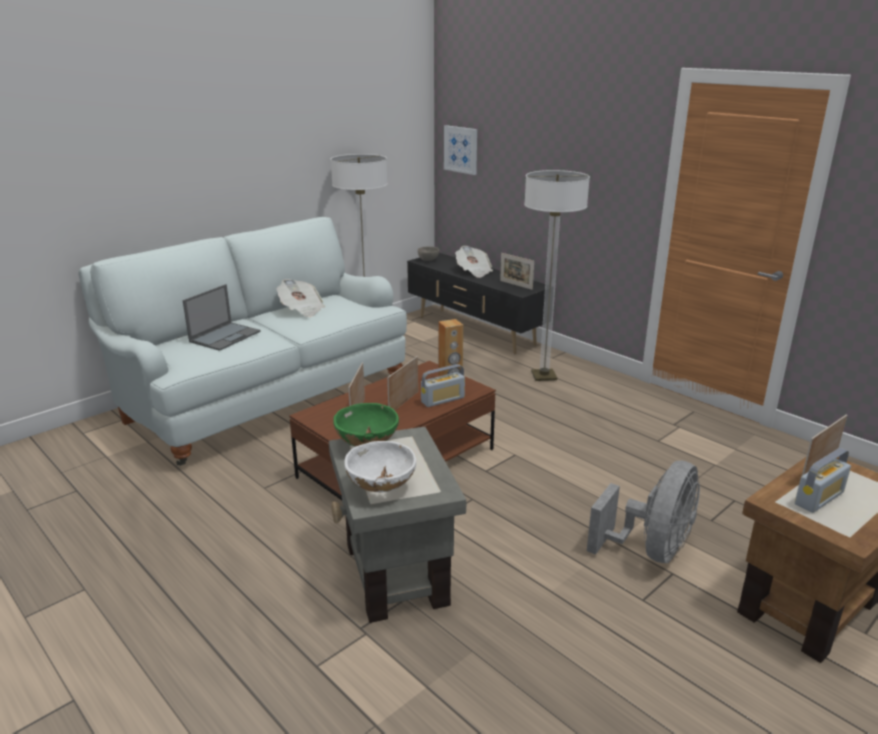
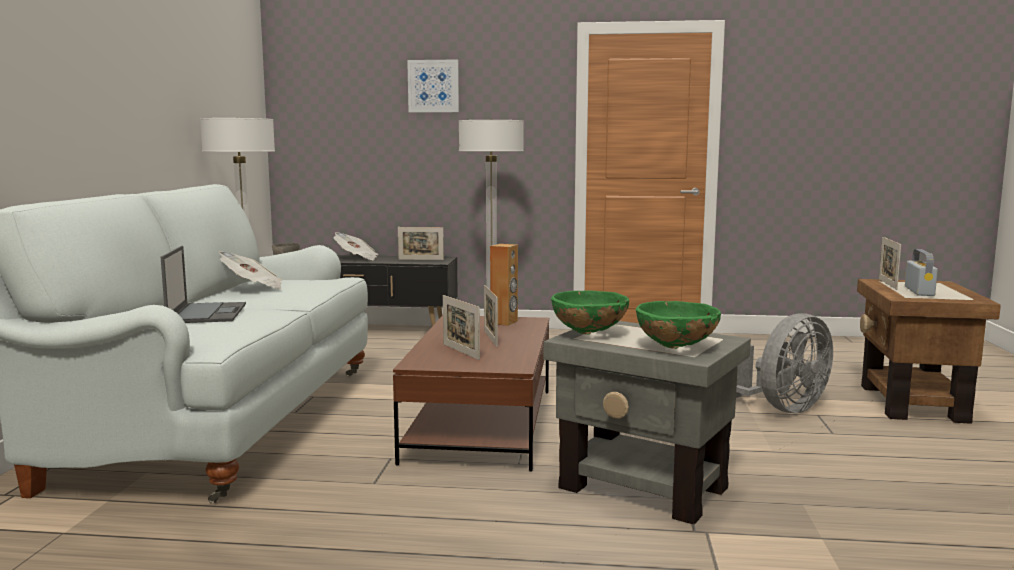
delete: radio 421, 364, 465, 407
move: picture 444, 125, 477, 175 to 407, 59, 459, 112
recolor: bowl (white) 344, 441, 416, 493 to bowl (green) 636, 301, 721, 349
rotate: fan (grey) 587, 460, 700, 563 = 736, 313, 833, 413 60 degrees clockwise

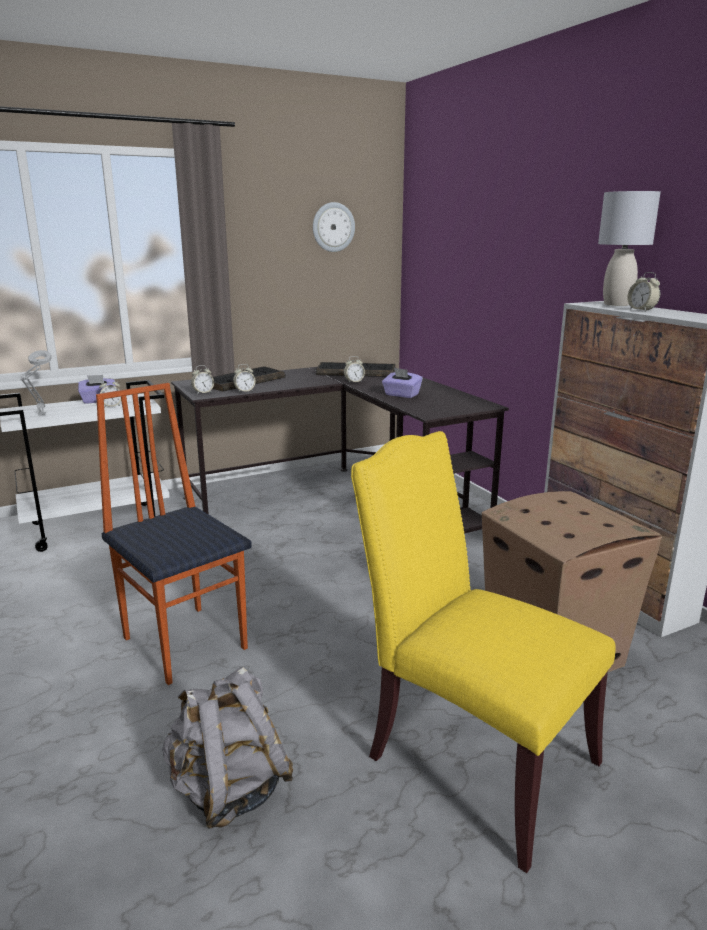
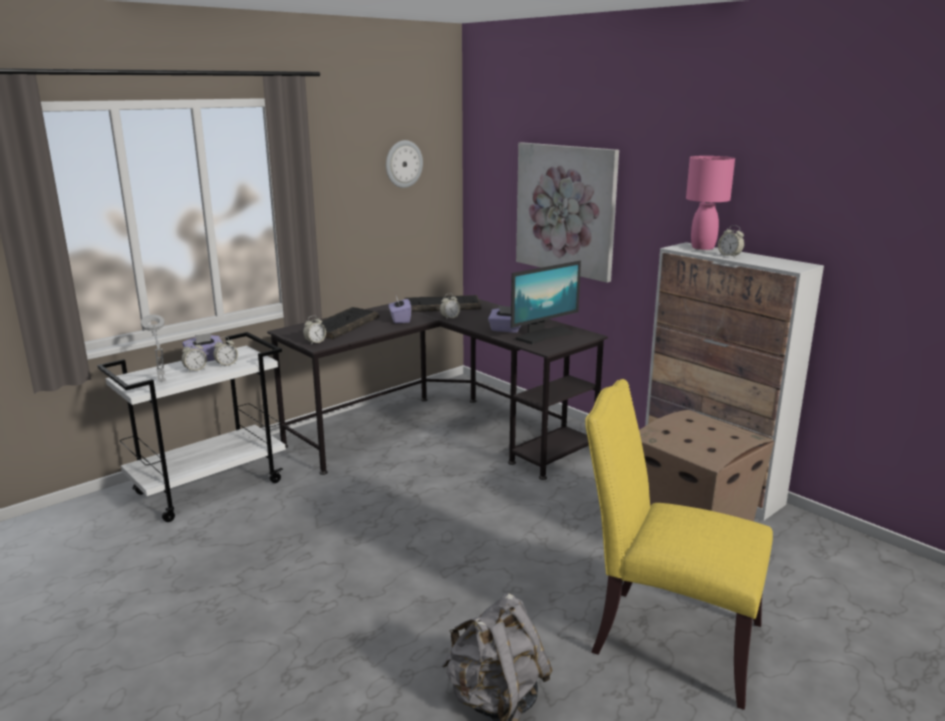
delete: chair 96, 383, 252, 685
insert: tissue box (purple) 389, 296, 411, 323; monitor 511, 261, 581, 345; picture 516, 142, 619, 283
move: alarm clock 233, 364, 256, 392 to 181, 341, 207, 372
recolor: table lamp (grey) 598, 191, 661, 306 to table lamp (pink) 686, 156, 735, 250

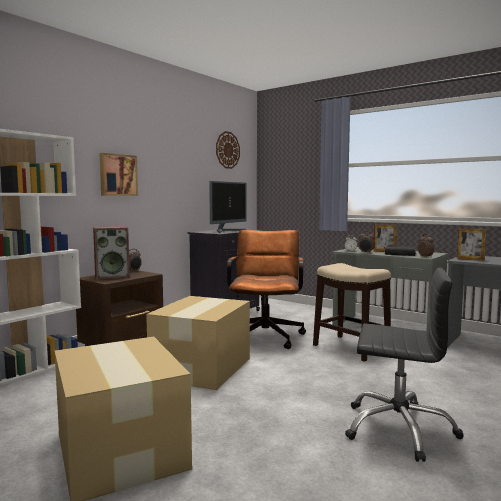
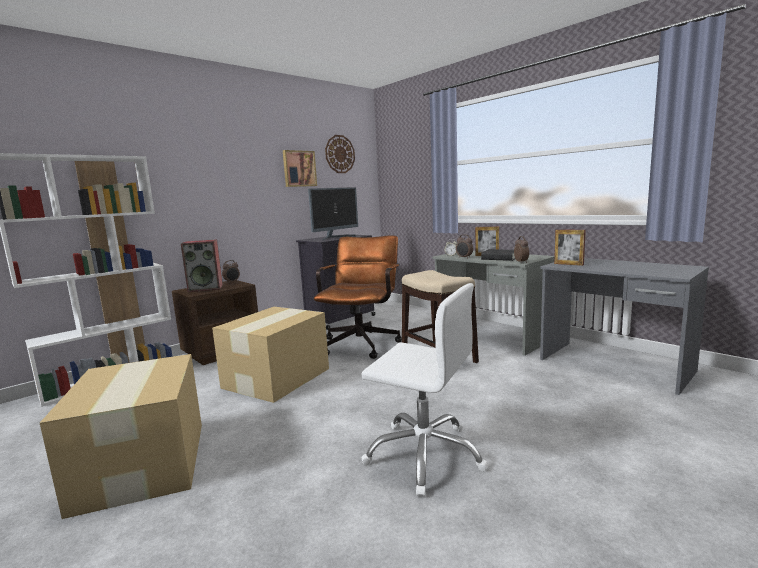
move: picture 99, 153, 138, 196 to 283, 150, 317, 187
recolor: office chair (black) 345, 267, 464, 462 to office chair (white) 361, 283, 488, 497

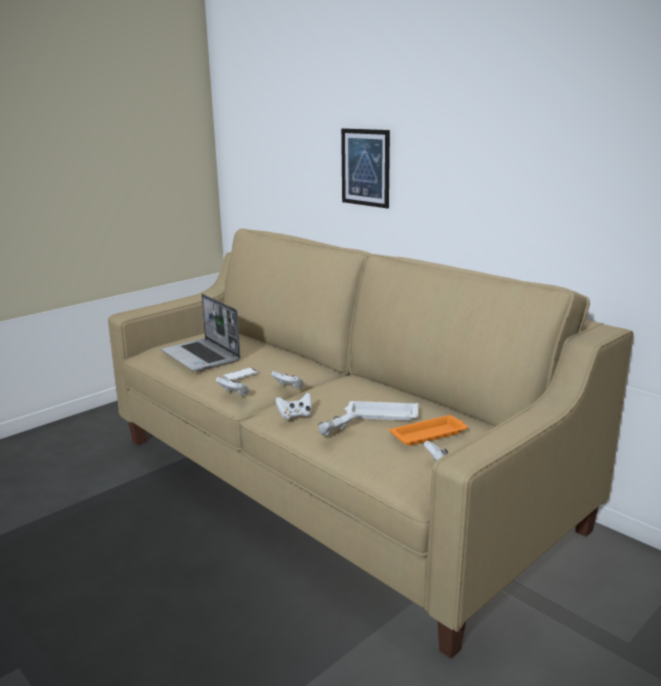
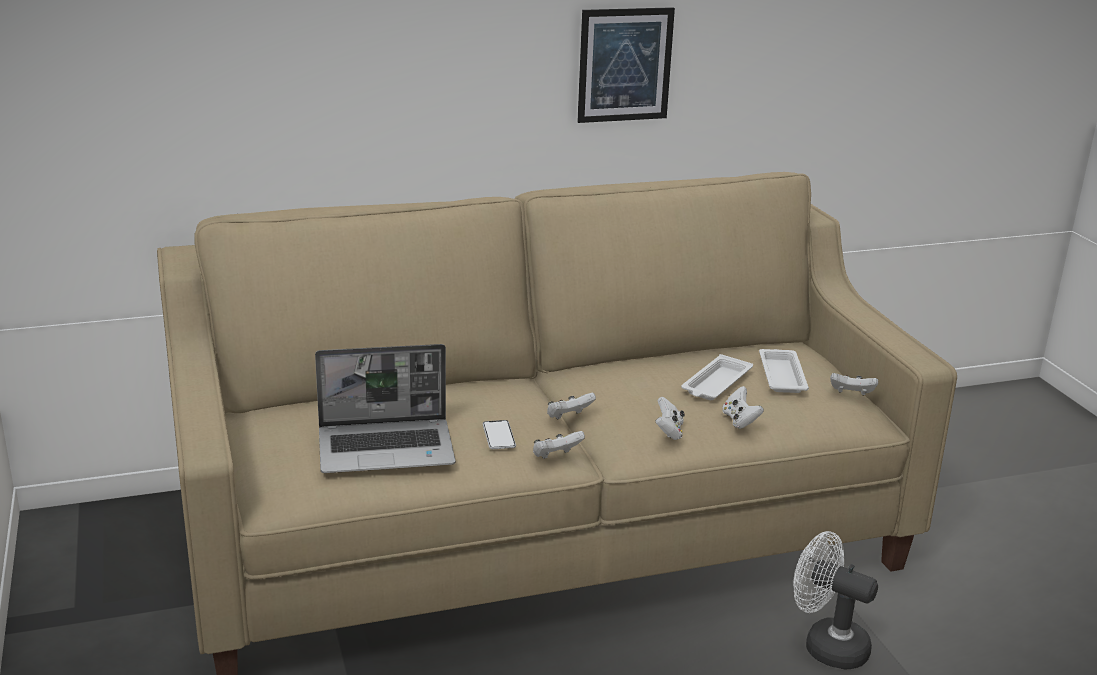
insert: fan (white) 793, 531, 878, 670
move: picture 341, 128, 390, 208 to 577, 7, 675, 123
recolor: tray (orange) 389, 415, 468, 446 to tray (white) 759, 349, 809, 393

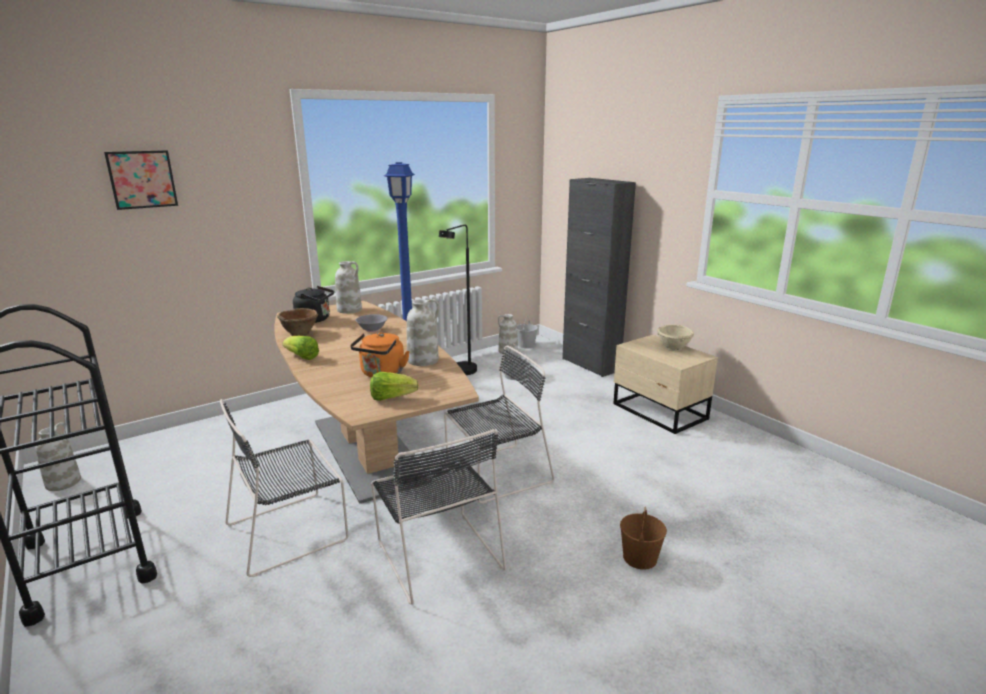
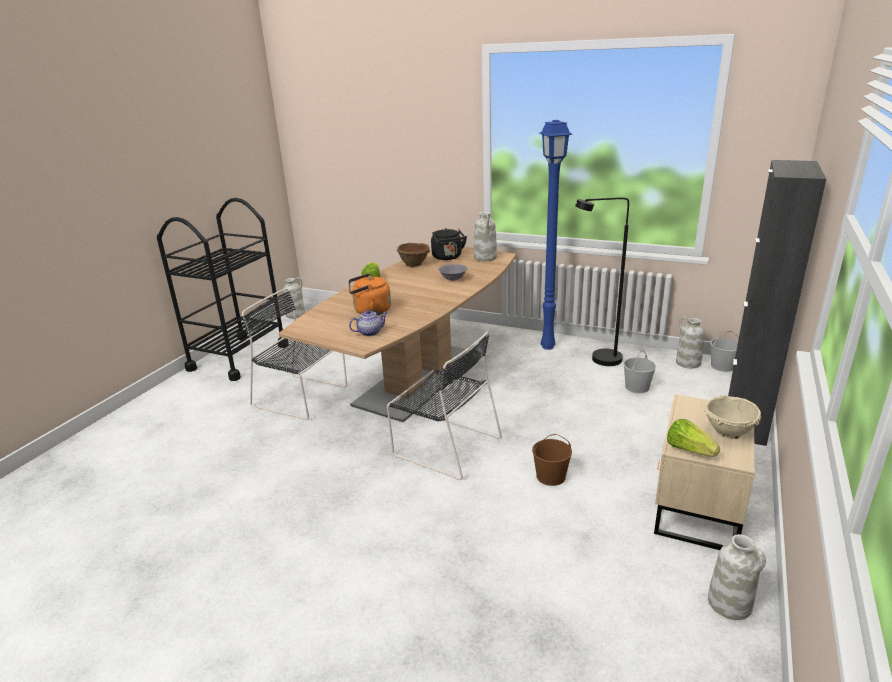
delete: picture 104, 150, 178, 210; chair (black) 371, 429, 506, 605
insert: teapot 349, 310, 388, 336
move: lettuce 370, 372, 419, 401 to 667, 419, 720, 457; vase (white) 407, 299, 439, 366 to 708, 534, 766, 620; bucket (brown) 620, 506, 667, 570 to 532, 434, 572, 486

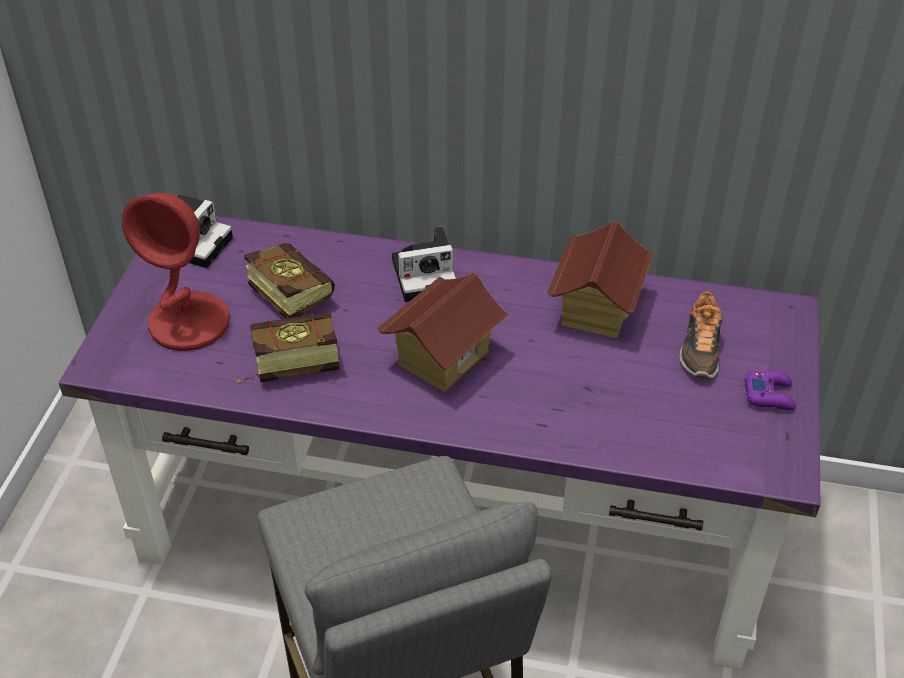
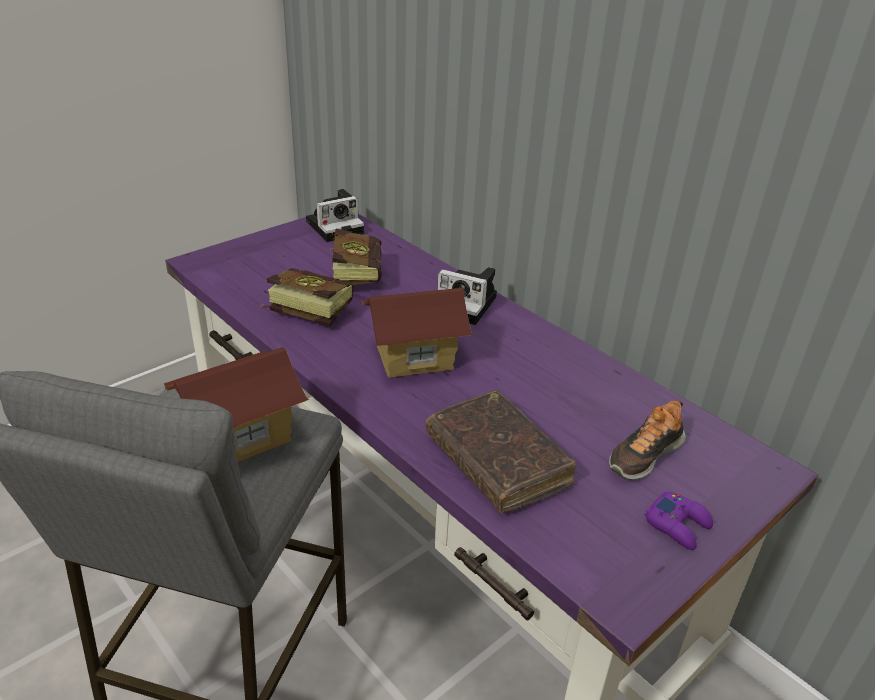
delete: table lamp (red) 122, 193, 230, 351
insert: book (brown) 426, 390, 577, 513
move: toy house 547, 221, 654, 338 to 164, 347, 309, 462

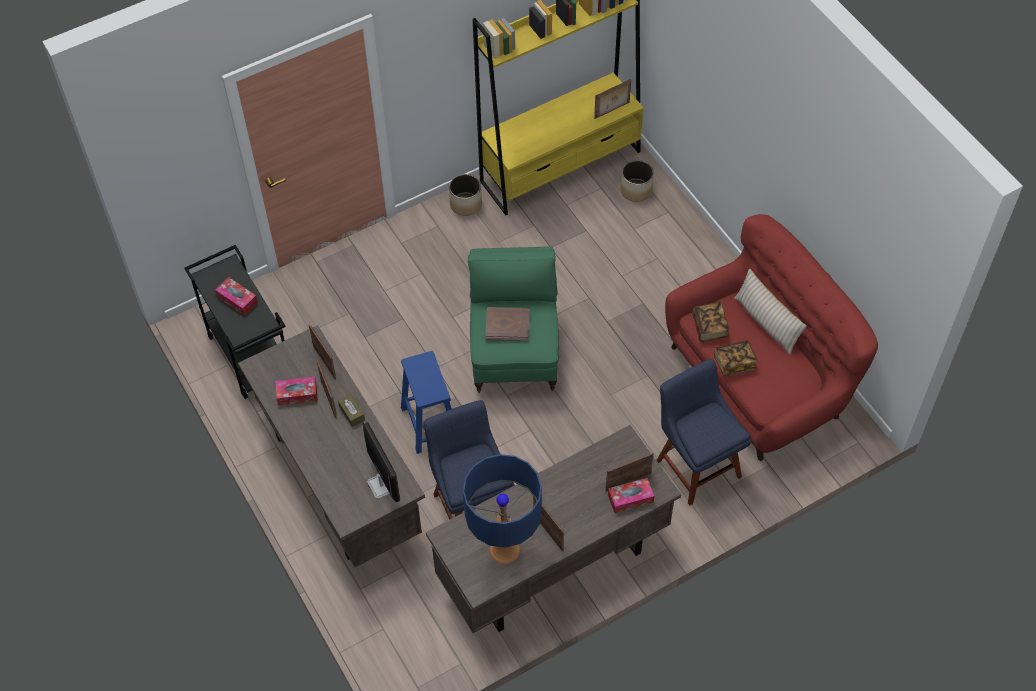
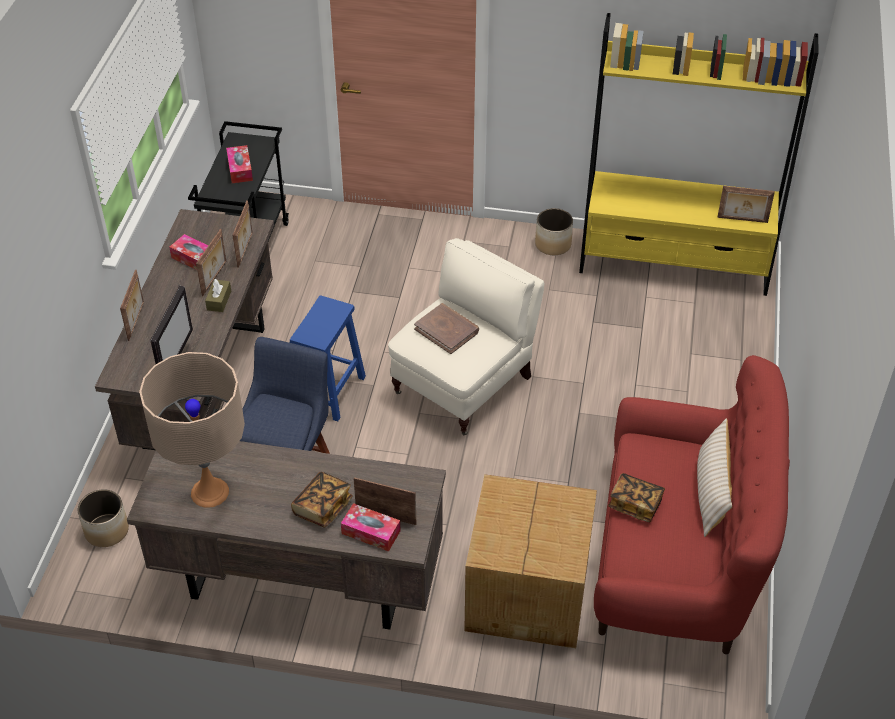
move: picture frame 533, 496, 564, 552 to 120, 269, 144, 341; planter 621, 160, 654, 202 to 78, 489, 129, 547; book 692, 302, 729, 342 to 291, 472, 353, 528
replace: chair (blue) 656, 359, 751, 506 to cardboard box 464, 474, 597, 648
recolor: table lamp (blue) 463, 454, 542, 564 to table lamp (beige) 139, 352, 245, 508; armchair (green) 468, 247, 559, 393 to armchair (beige) 388, 238, 544, 435

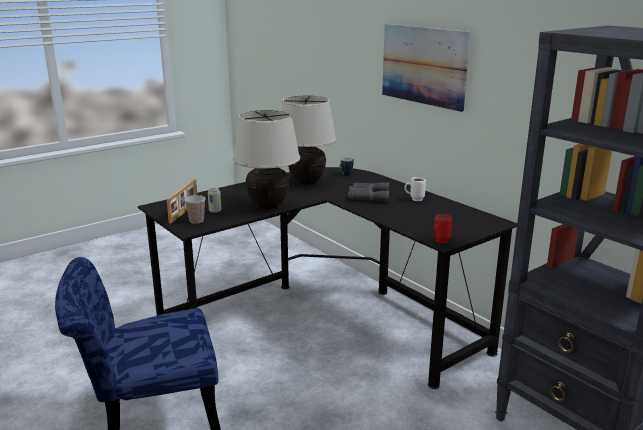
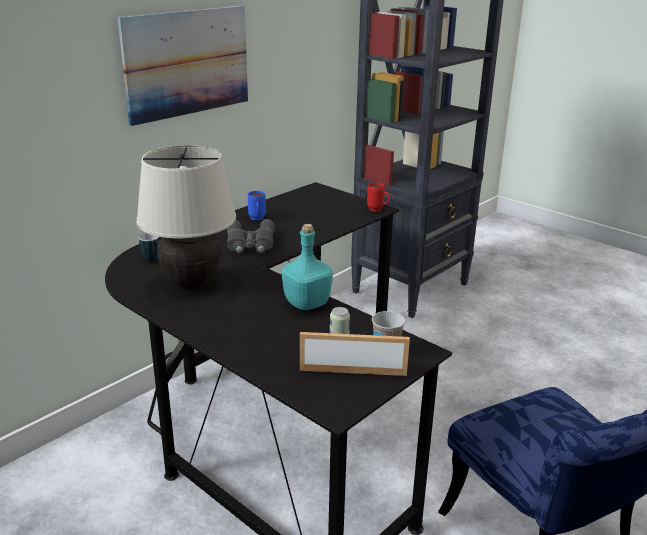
replace: table lamp (beige) 233, 110, 300, 210 to bottle (turquoise) 282, 224, 333, 310
recolor: mug (white) 405, 177, 426, 201 to mug (blue) 248, 191, 266, 221

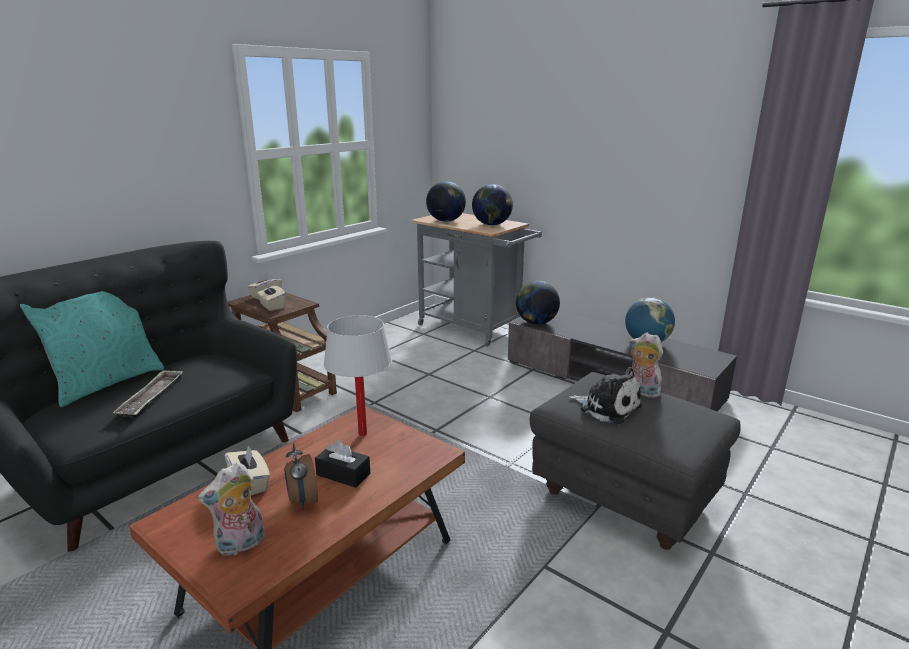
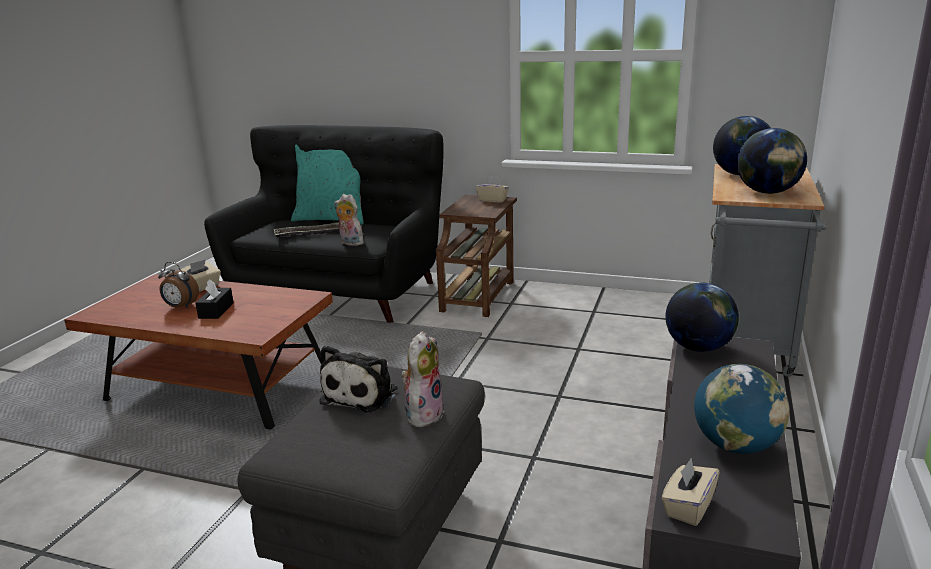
delete: table lamp (white) 324, 315, 392, 436
move: plush toy 198, 462, 264, 556 to 334, 194, 364, 246; tissue box (beige) 257, 283, 286, 311 to 661, 458, 720, 526
rotate: alarm clock 284, 443, 318, 509 = 158, 262, 199, 308 120 degrees counterclockwise

